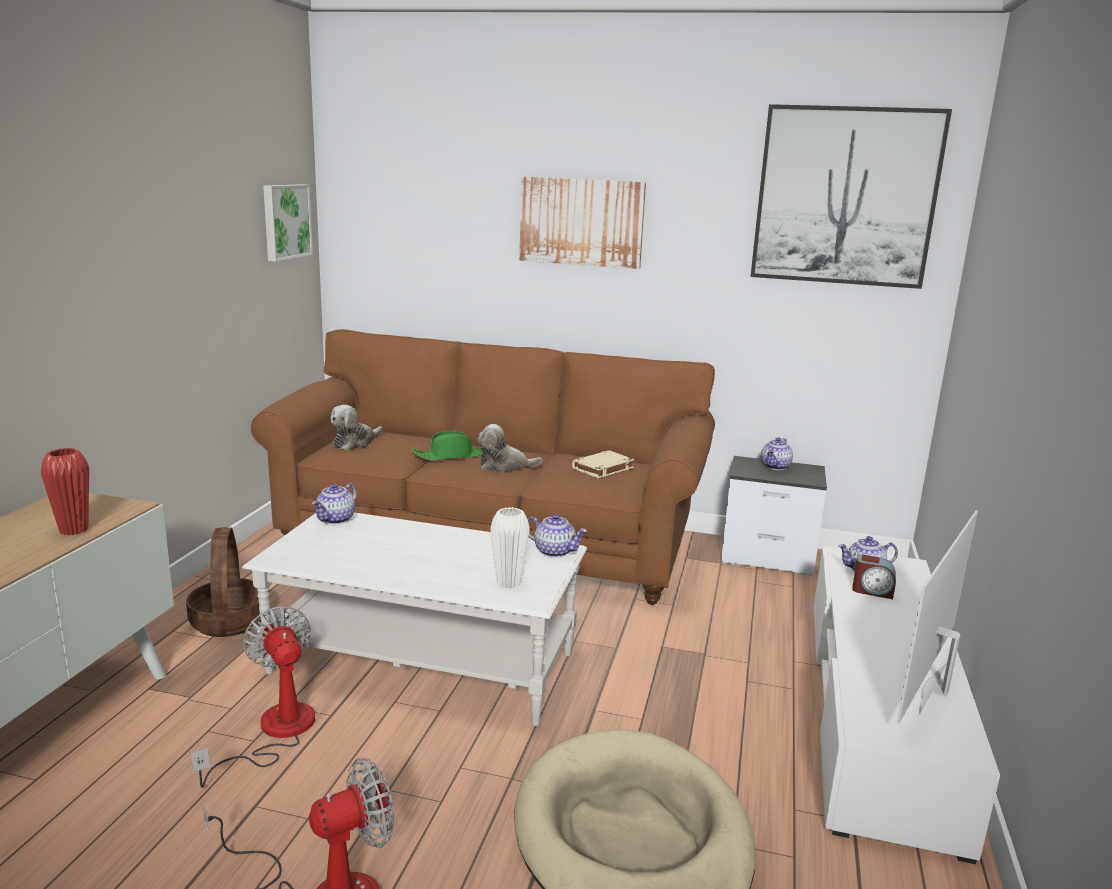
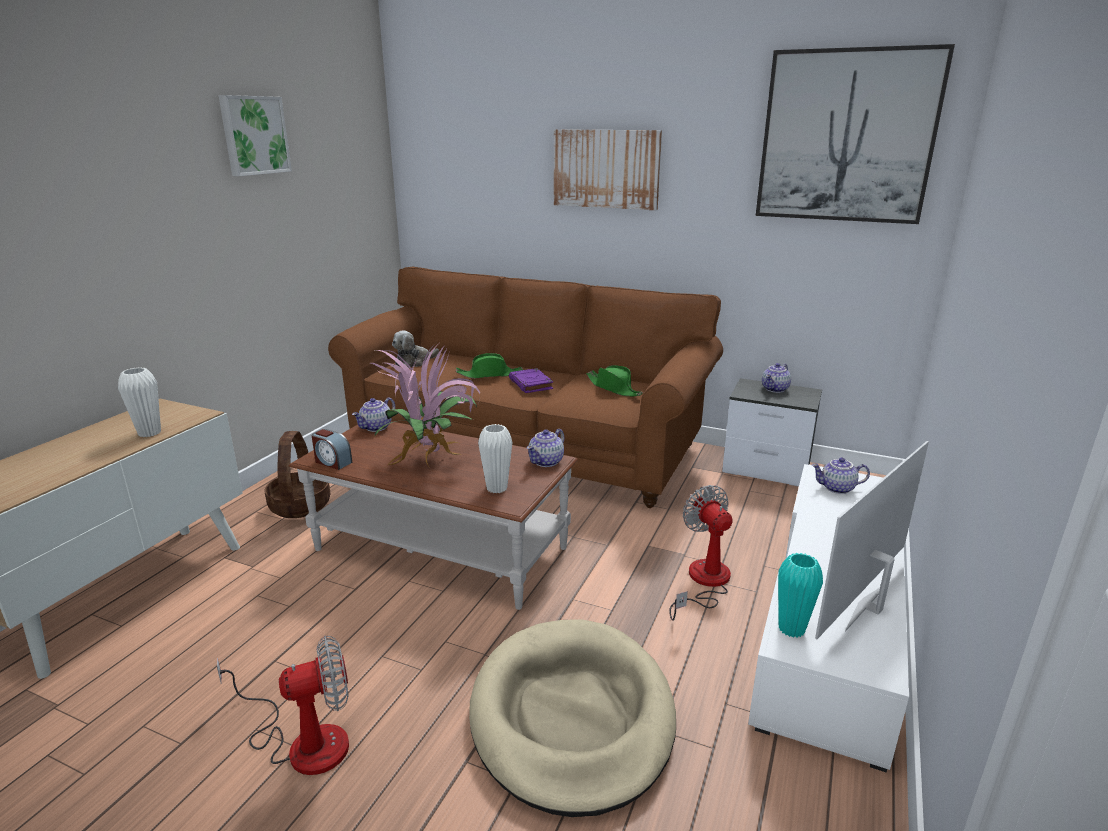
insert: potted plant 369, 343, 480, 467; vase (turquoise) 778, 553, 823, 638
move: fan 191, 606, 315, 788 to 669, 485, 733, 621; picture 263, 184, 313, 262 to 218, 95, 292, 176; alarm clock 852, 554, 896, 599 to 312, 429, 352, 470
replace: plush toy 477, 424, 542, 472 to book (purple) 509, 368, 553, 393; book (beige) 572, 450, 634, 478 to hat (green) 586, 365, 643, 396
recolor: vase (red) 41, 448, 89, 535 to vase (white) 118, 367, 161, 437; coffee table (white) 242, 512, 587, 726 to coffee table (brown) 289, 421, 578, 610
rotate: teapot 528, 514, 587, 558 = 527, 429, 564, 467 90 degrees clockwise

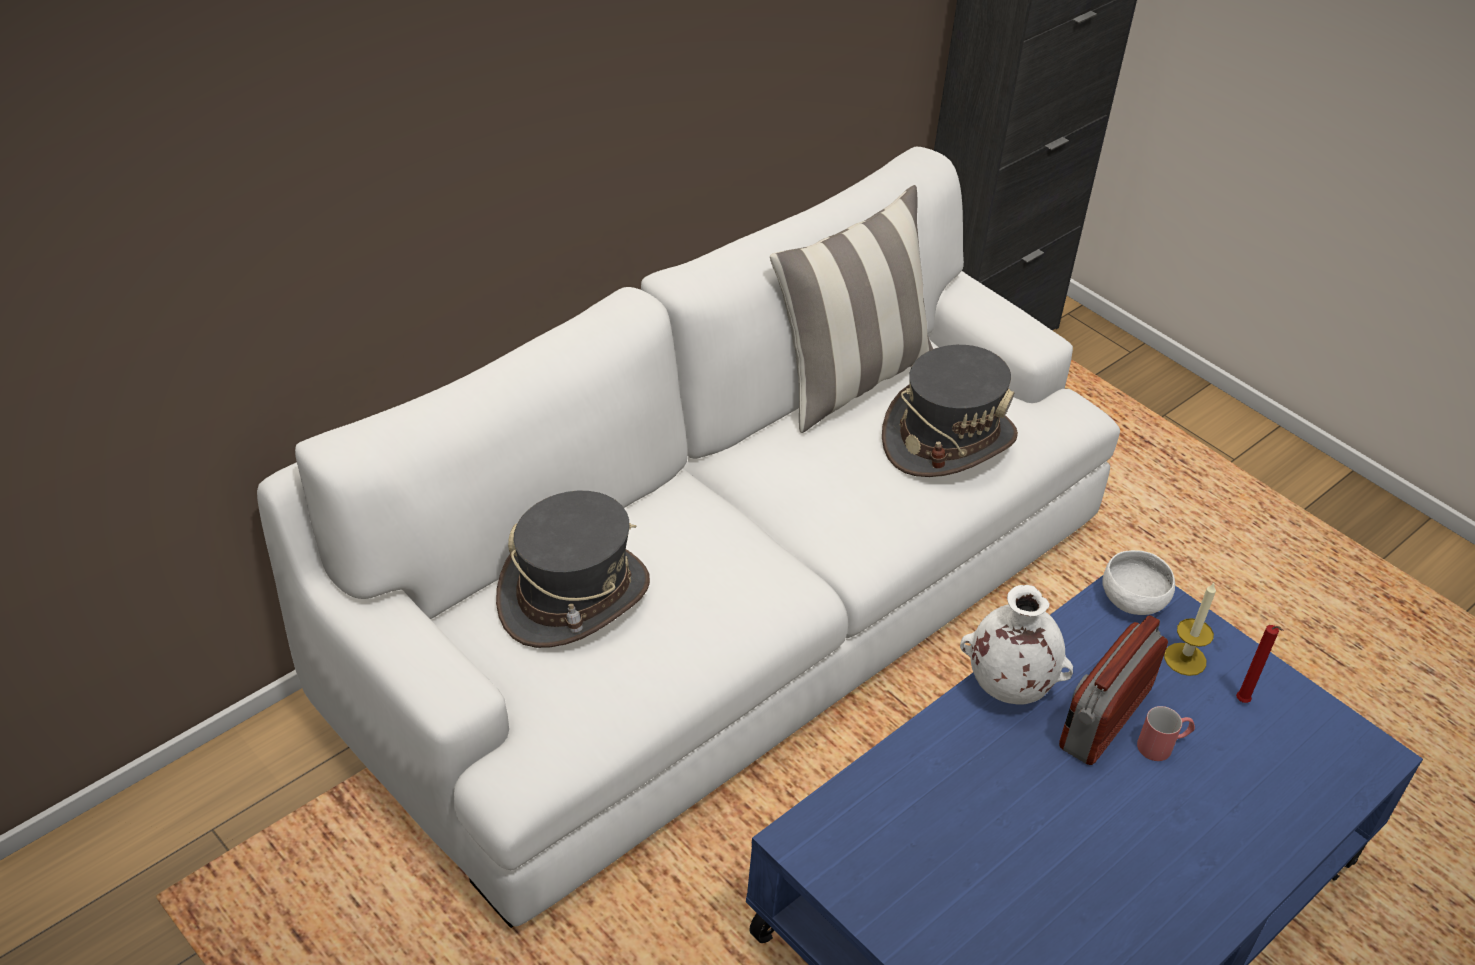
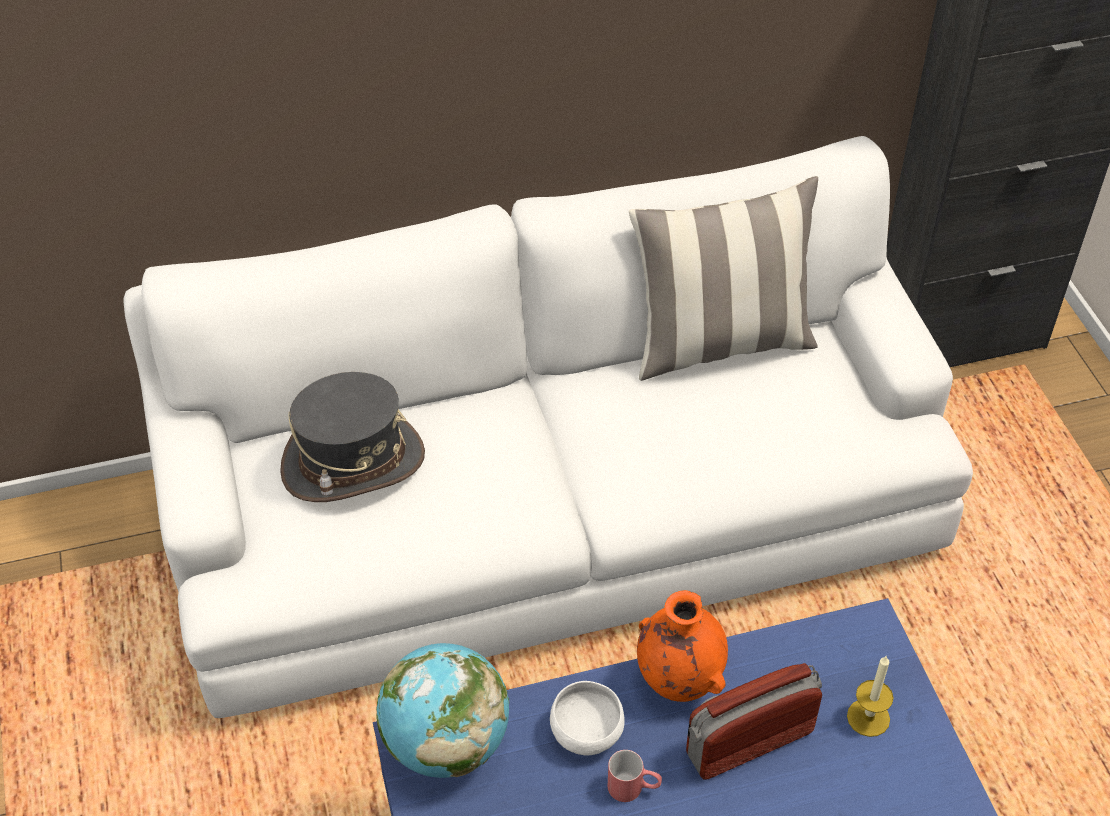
delete: hat (grey) 882, 345, 1018, 477; candle (red) 1236, 625, 1284, 703
insert: globe 376, 643, 509, 778
move: bowl (white) 1103, 550, 1175, 615 to 550, 681, 625, 755; mug (red) 1137, 706, 1195, 761 to 608, 750, 662, 802
recolor: vase (white) 960, 585, 1073, 705 to vase (orange) 637, 590, 728, 702

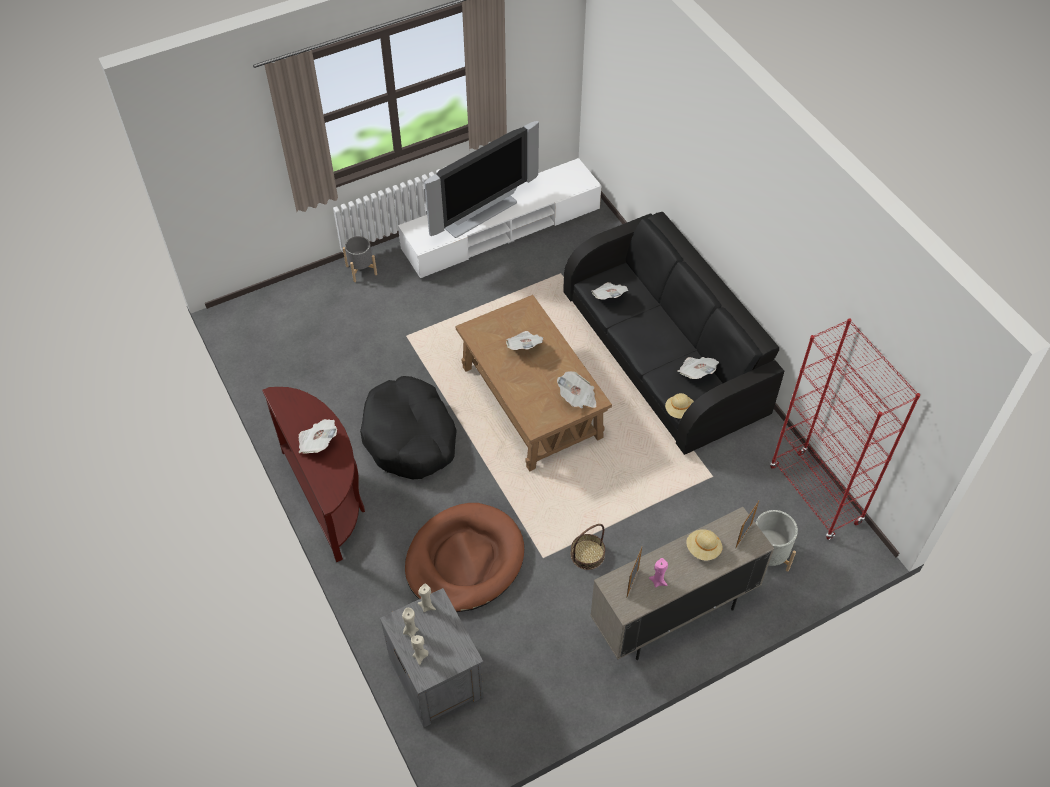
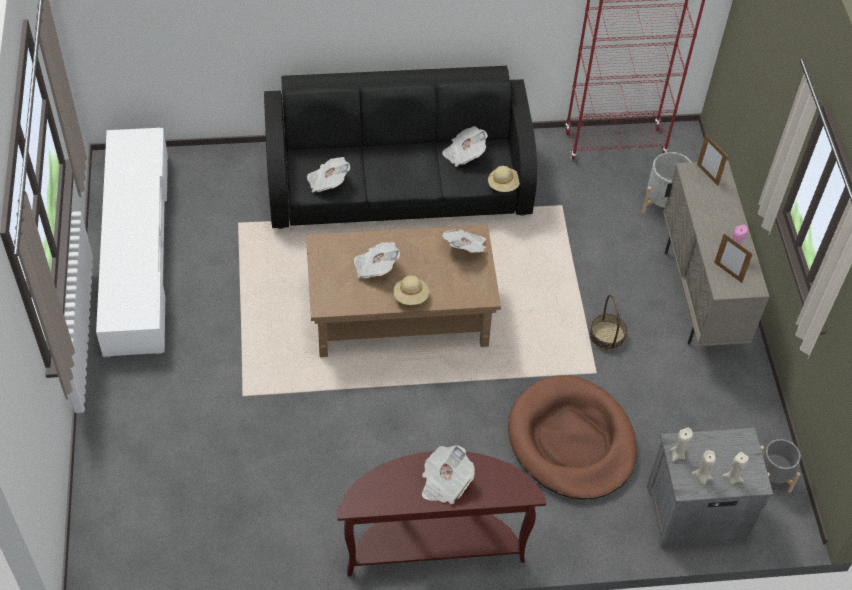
delete: dog bed (black) 360, 376, 457, 479; television 424, 121, 539, 238
move: planter (grey) 343, 236, 377, 282 to 760, 439, 801, 493; hat (beige) 686, 529, 722, 561 to 393, 276, 429, 305

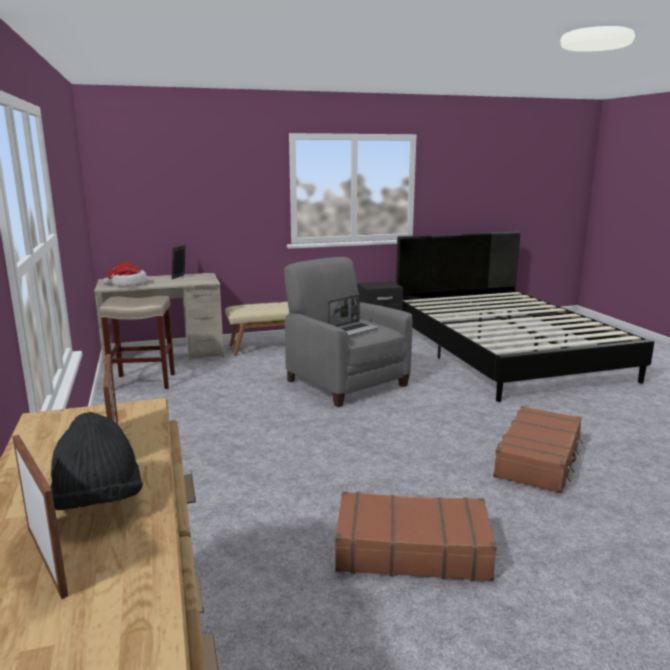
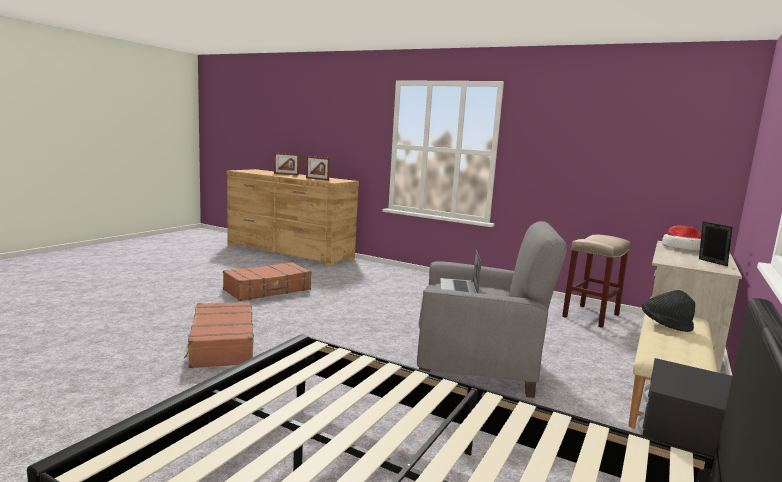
move: hat (black) 50, 412, 143, 510 to 642, 290, 695, 332

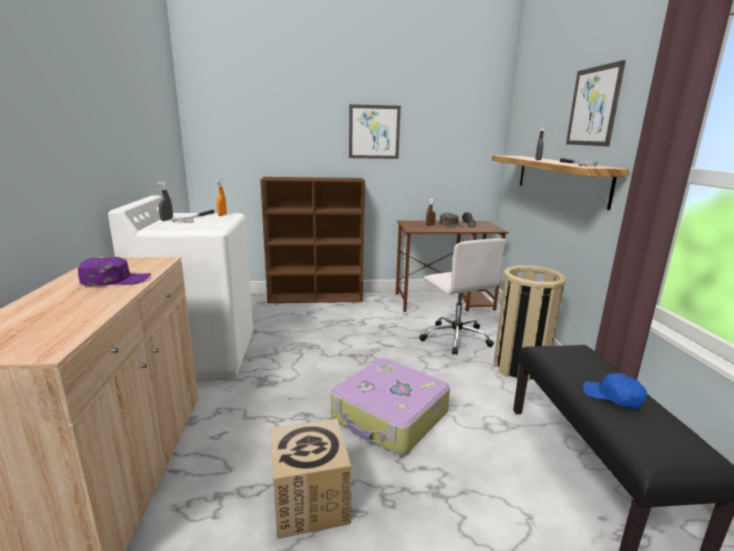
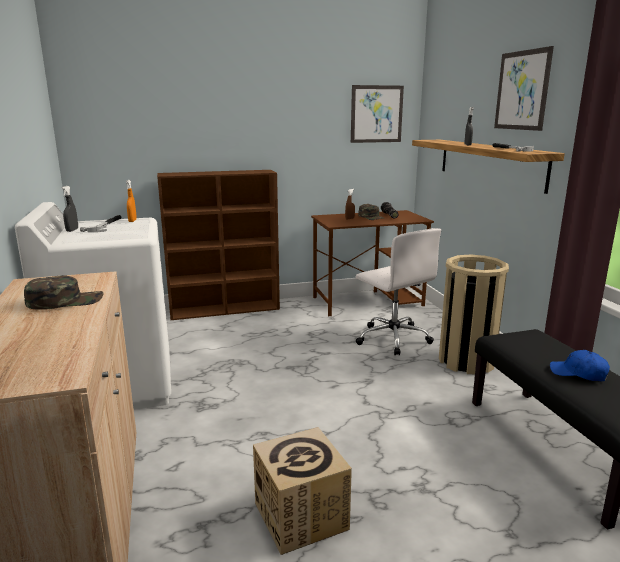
delete: suitcase 331, 358, 450, 455
move: picture 349, 104, 401, 159 to 351, 85, 404, 143
recolor: cap (purple) 78, 257, 151, 286 to cap (green) 24, 275, 103, 310

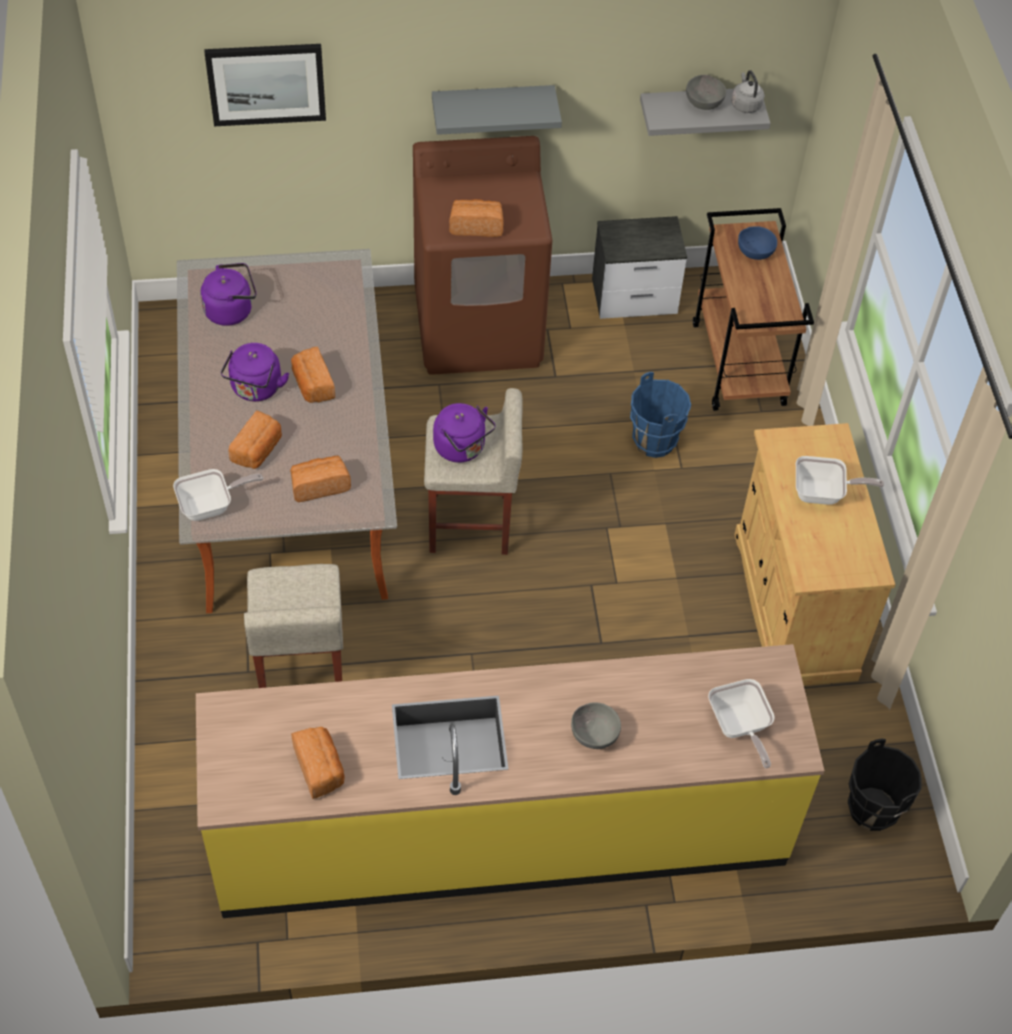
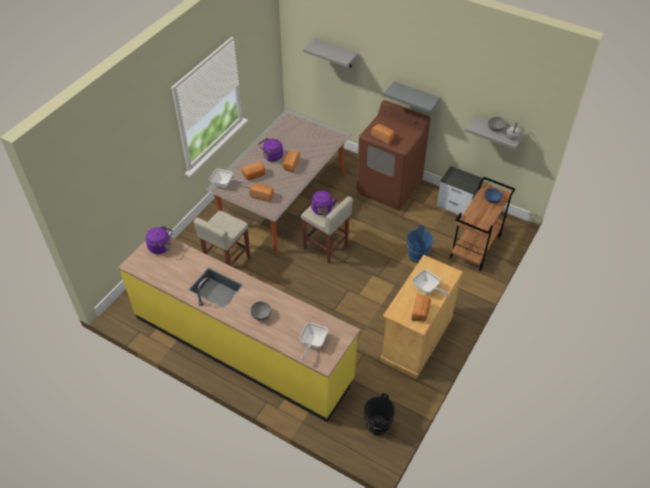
move: kettle (purple) 200, 263, 256, 326 to 145, 226, 173, 254; bread 291, 727, 345, 799 to 411, 294, 431, 322
replace: picture 204, 44, 326, 126 to shelf (grey) 303, 38, 358, 68

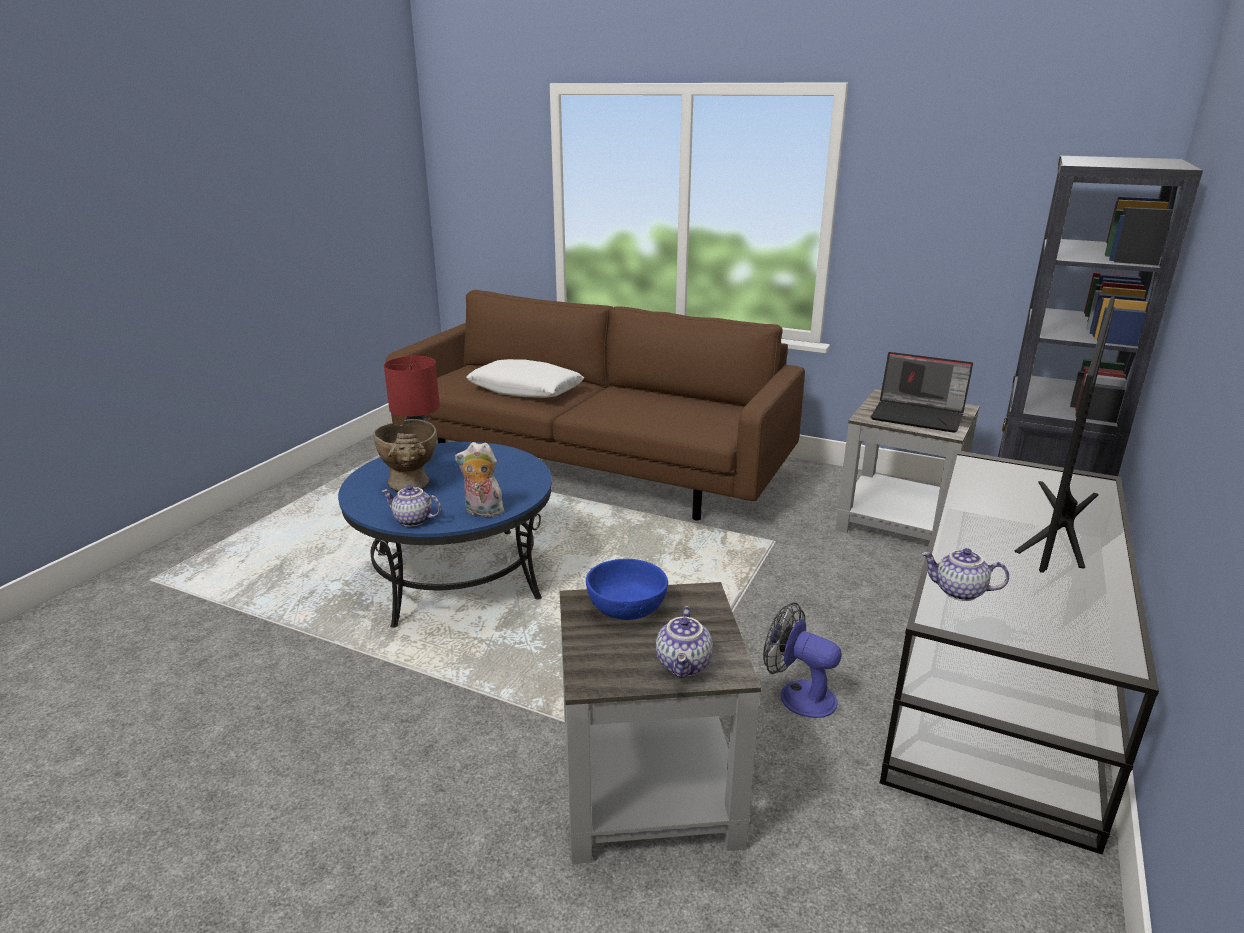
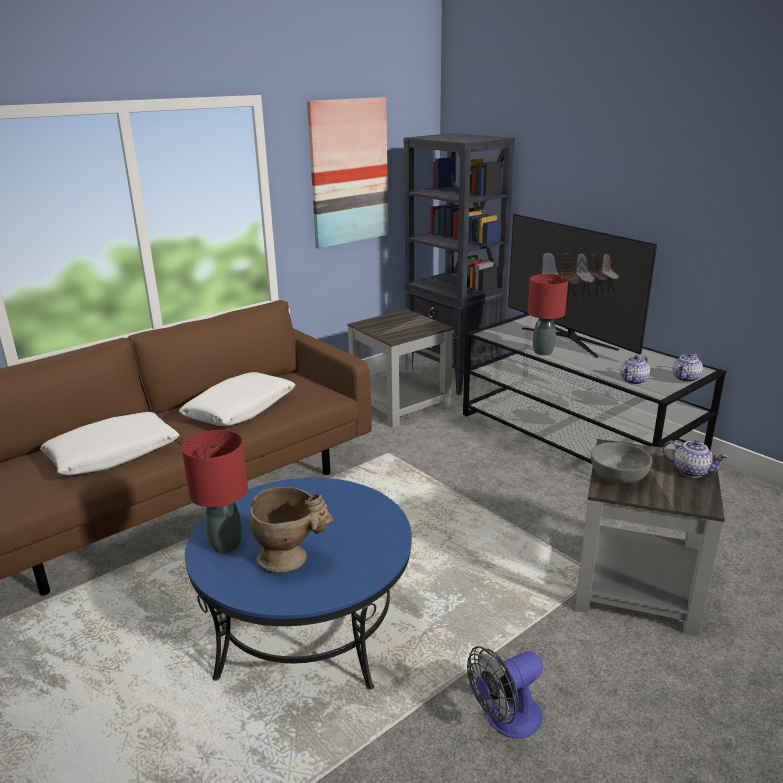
delete: plush toy 455, 442, 506, 517; laptop 871, 352, 973, 433
insert: pillow (white) 179, 372, 296, 426; picture 307, 97, 388, 249; table lamp (red) 528, 274, 568, 356
move: teapot 381, 485, 441, 527 to 673, 353, 703, 382; fan 763, 602, 842, 718 to 467, 646, 543, 739
recolor: bowl (blue) 586, 559, 668, 620 to bowl (grey) 591, 442, 652, 484

